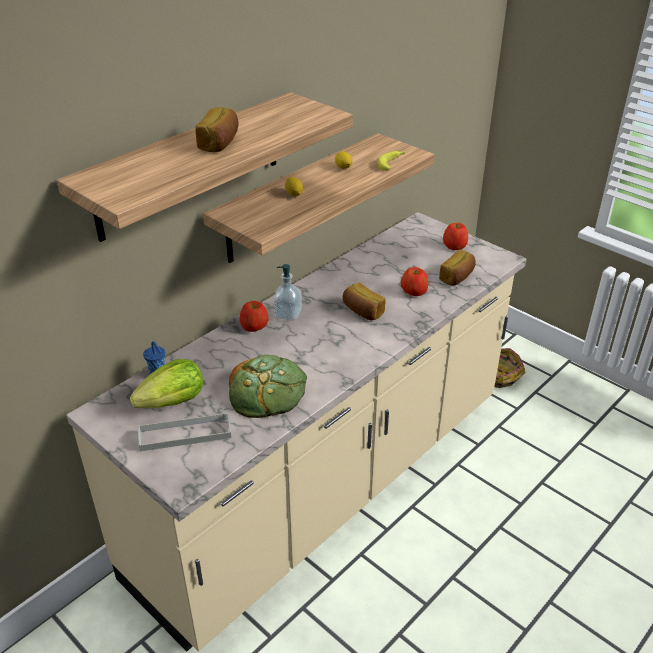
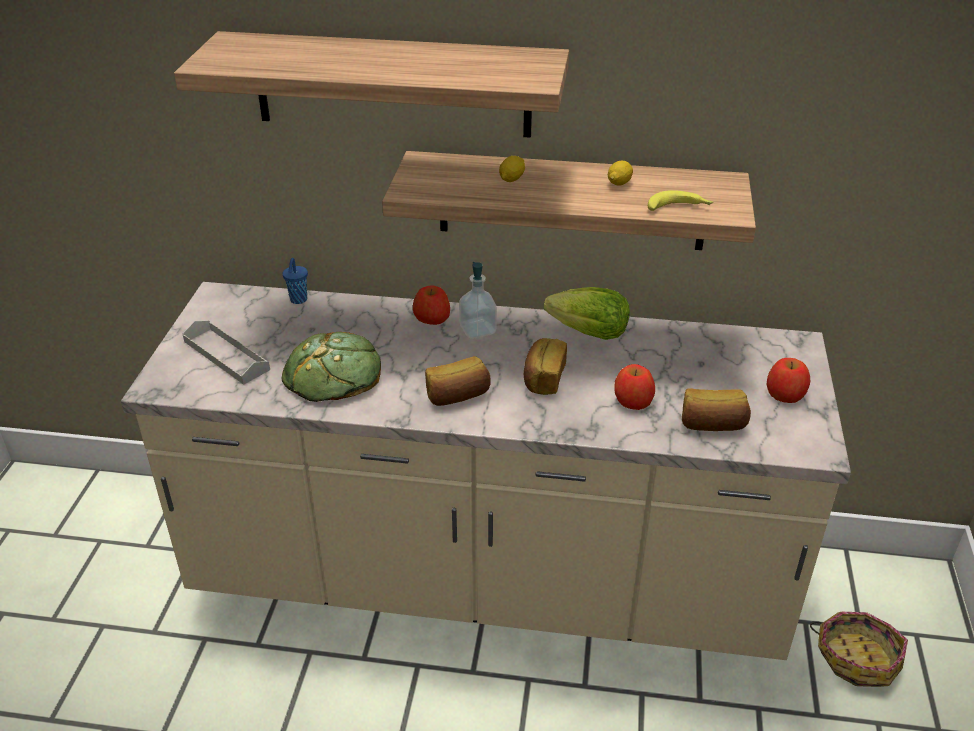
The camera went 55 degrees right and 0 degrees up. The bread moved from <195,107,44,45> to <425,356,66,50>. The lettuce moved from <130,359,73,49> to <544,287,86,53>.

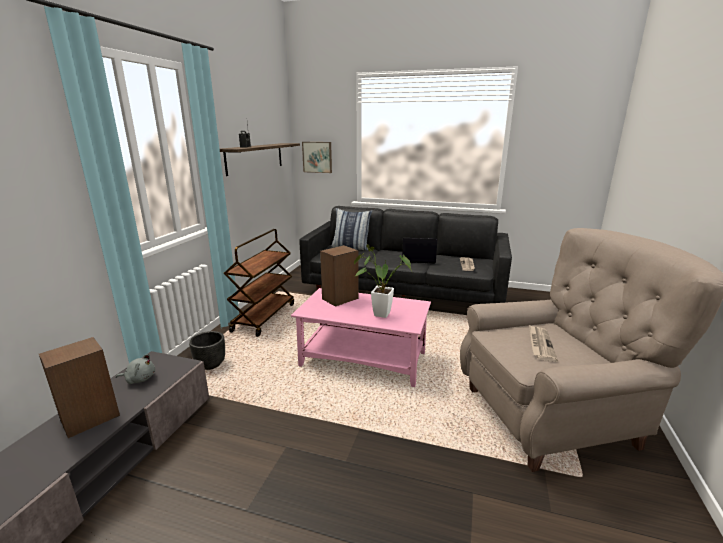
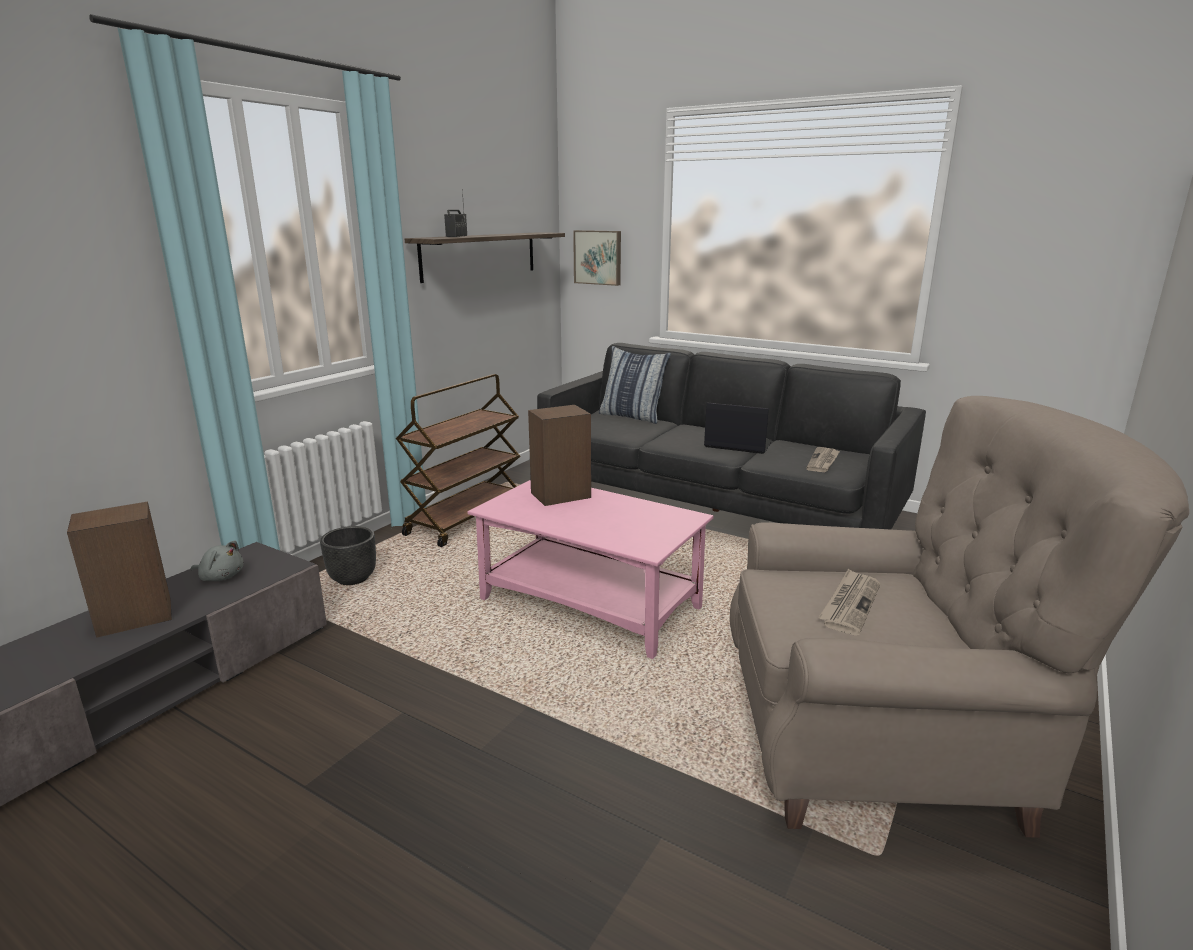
The camera went 15 degrees right and 0 degrees up. The potted plant at <354,244,58,74> disappeared.

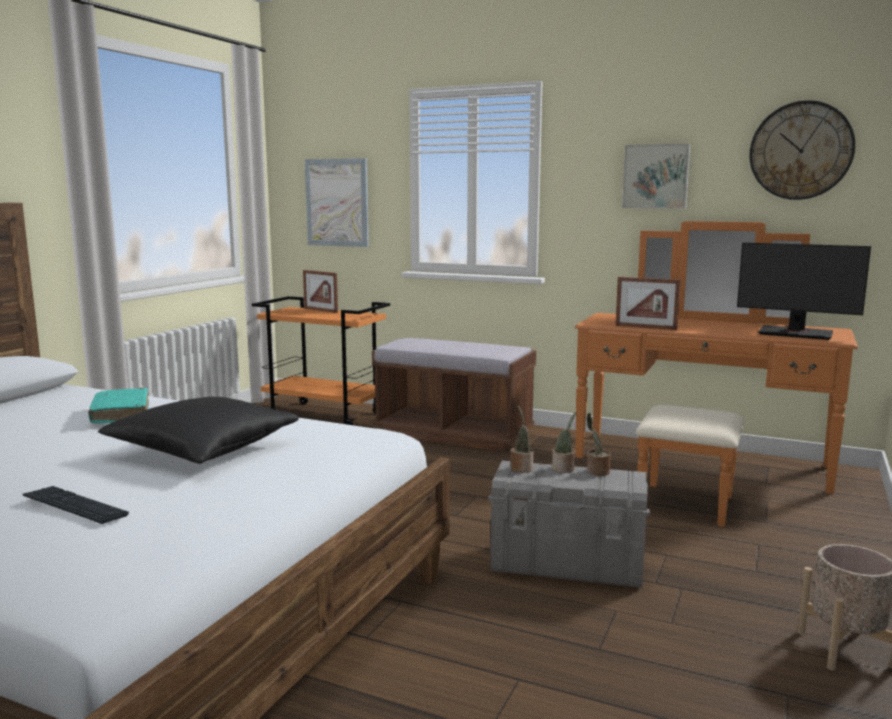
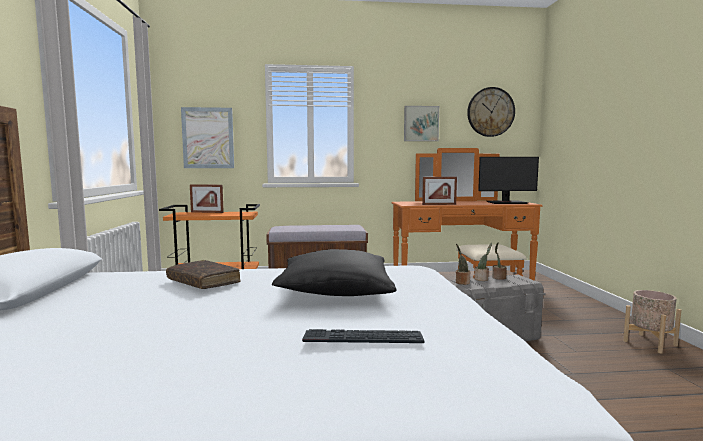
The camera went 30 degrees left and 5 degrees down. The turquoise book at <88,388,61,35> became the brown book at <166,260,75,29>.

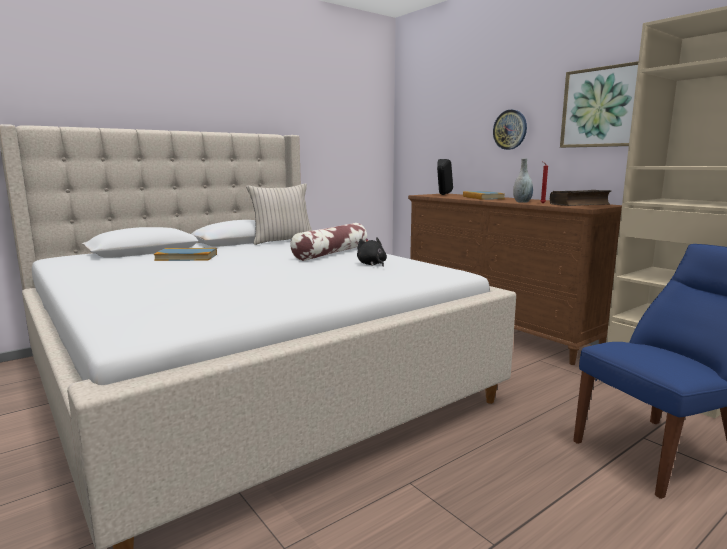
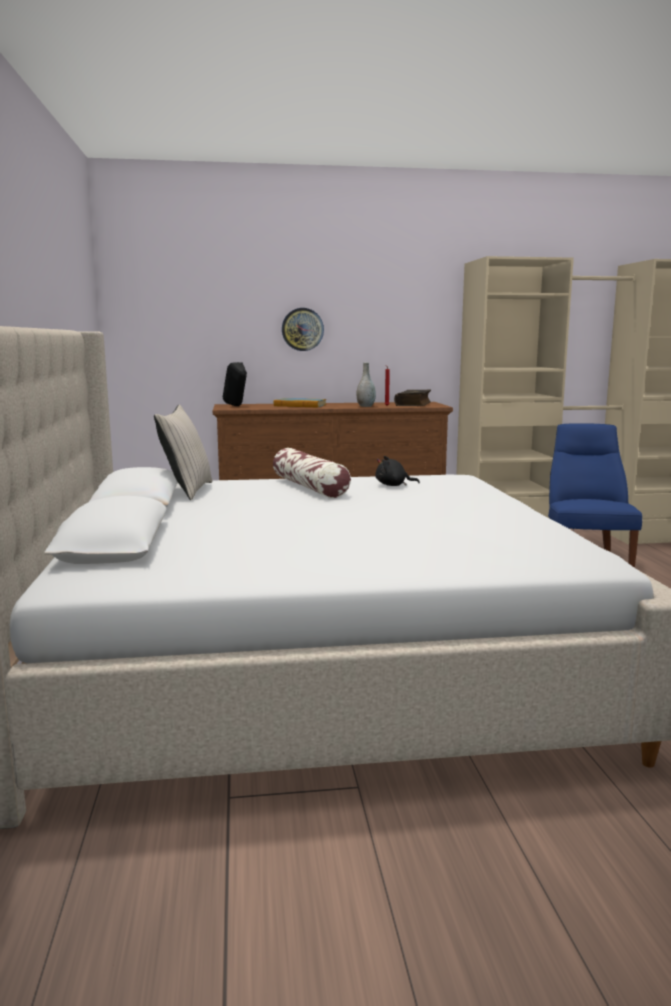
The camera went 60 degrees left and 0 degrees up. The picture at <560,61,79,87> disappeared. The book at <154,248,63,13> disappeared.

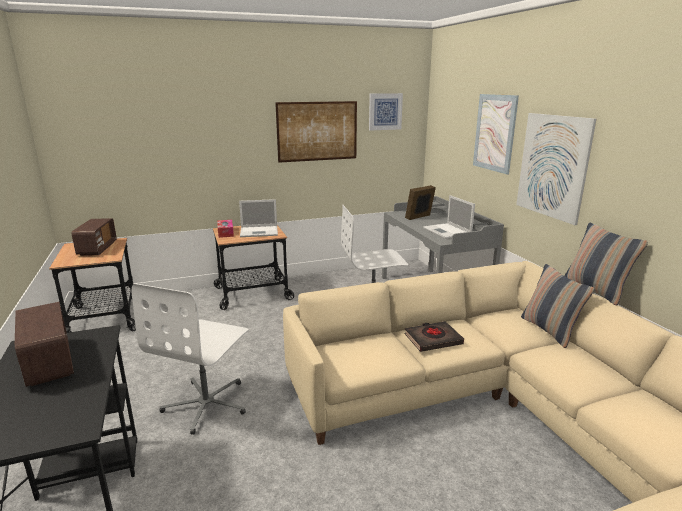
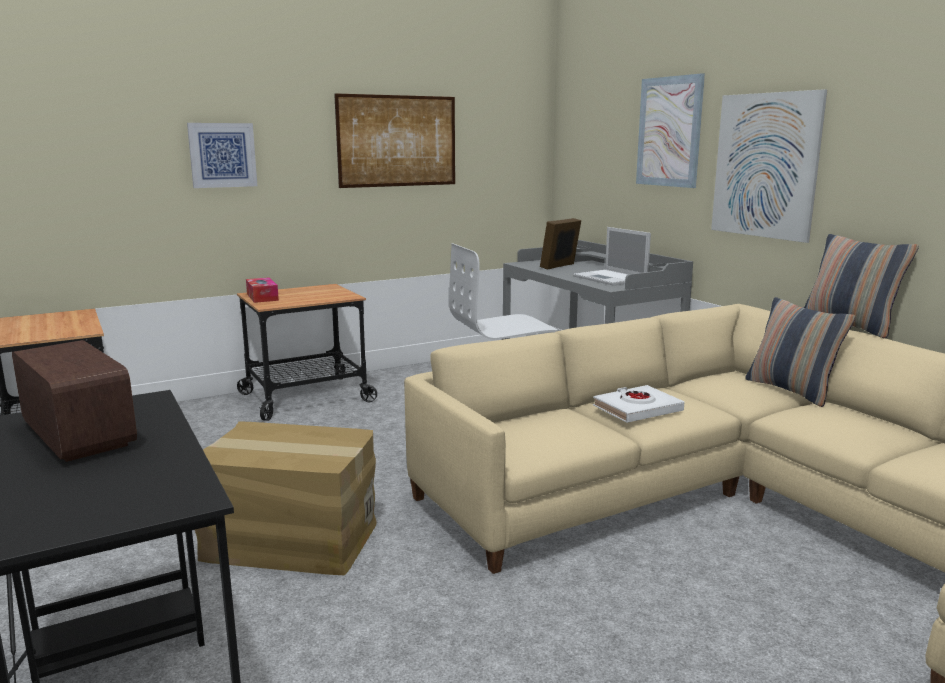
The camera went 10 degrees left and 5 degrees down. The picture moved from <369,93,34,37> to <187,123,70,65>. The laptop at <239,199,39,38> disappeared. The radio at <72,218,45,38> disappeared. The white office chair at <132,283,117,152> was replaced by the cardboard box at <195,421,181,154>. The black book at <404,321,60,31> became the white book at <593,385,91,38>.

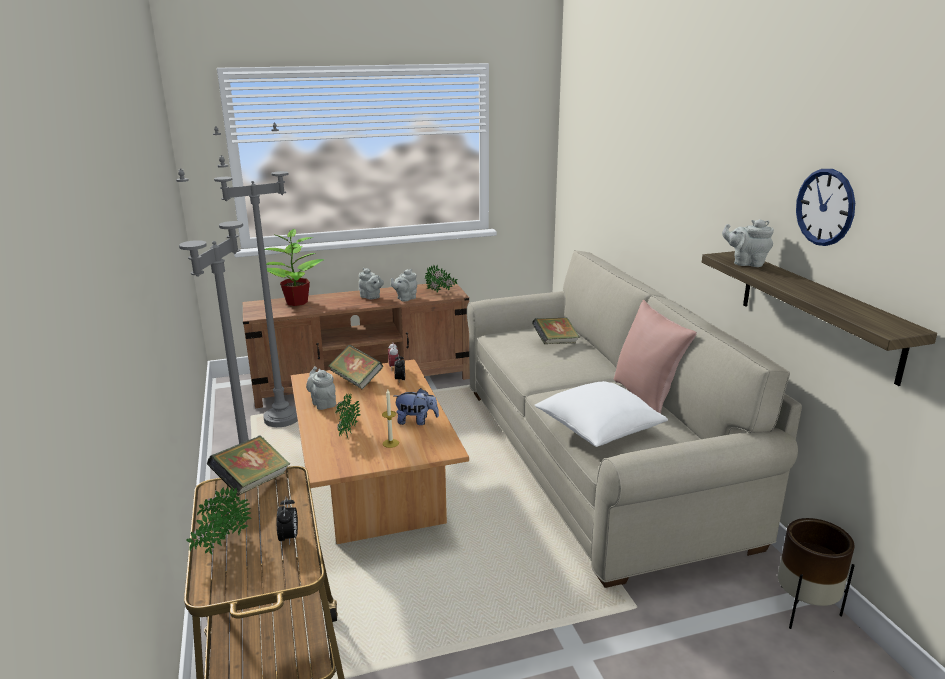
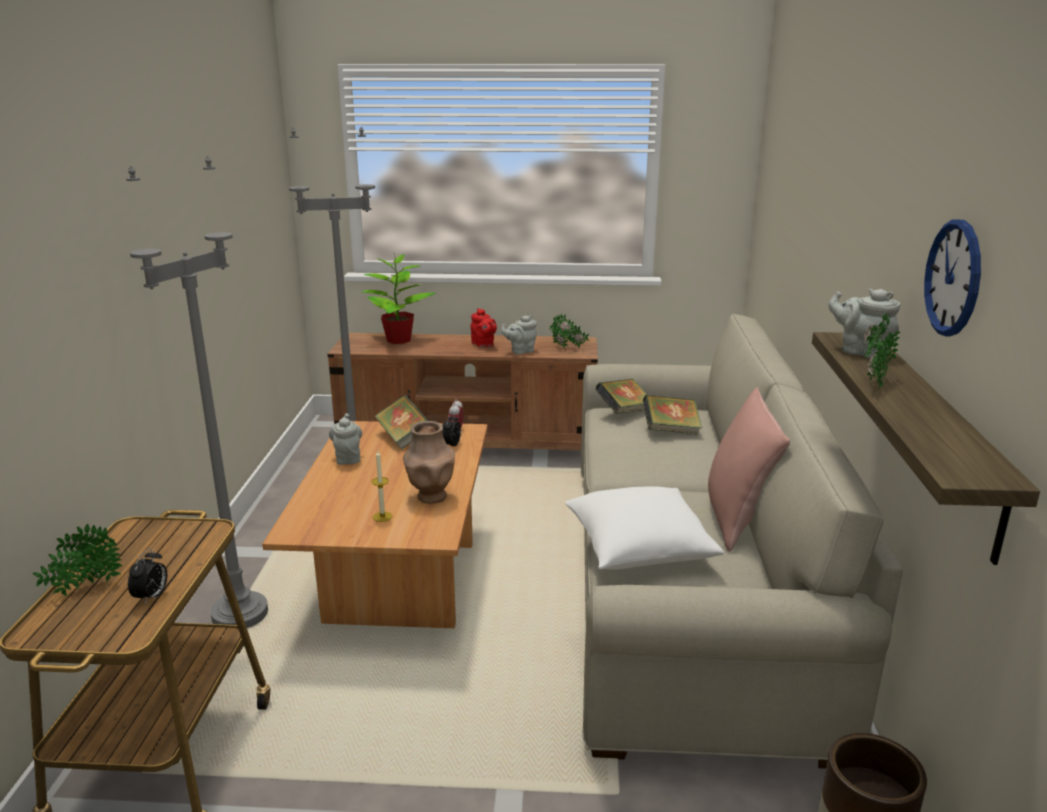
The camera went 20 degrees right and 0 degrees up. The grey teapot at <359,268,25,32> became the red teapot at <470,308,27,39>. The plush toy at <394,388,45,37> was replaced by the brown vase at <403,421,52,83>. The potted plant moved from <335,393,25,45> to <864,312,36,77>. The book moved from <207,435,83,60> to <595,379,52,35>.

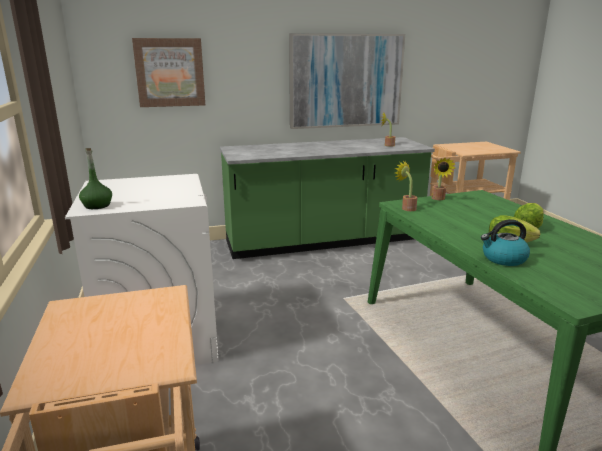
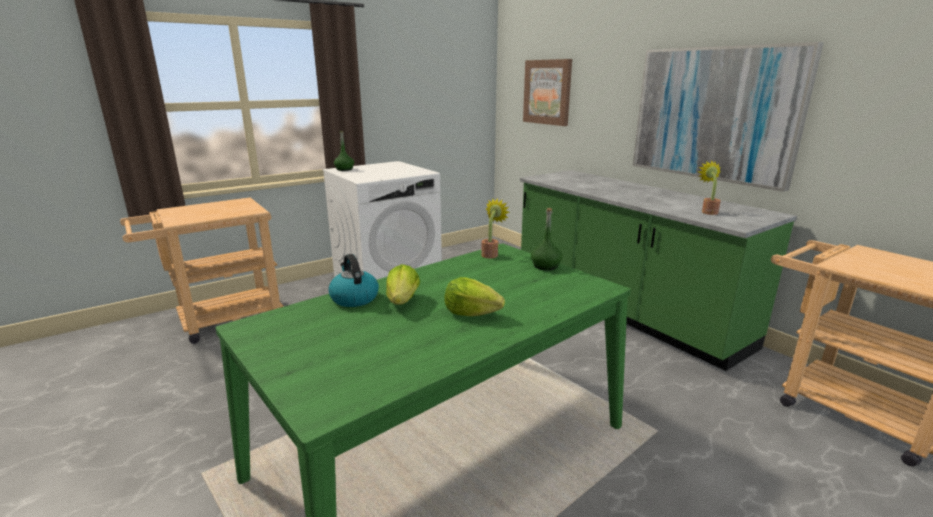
The camera went 70 degrees right and 0 degrees up. The potted plant at <431,158,24,42> was replaced by the green bottle at <531,208,31,62>.

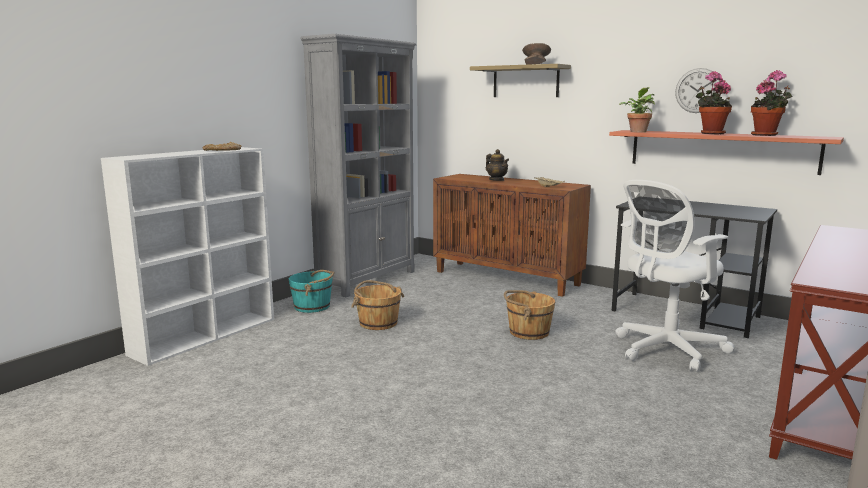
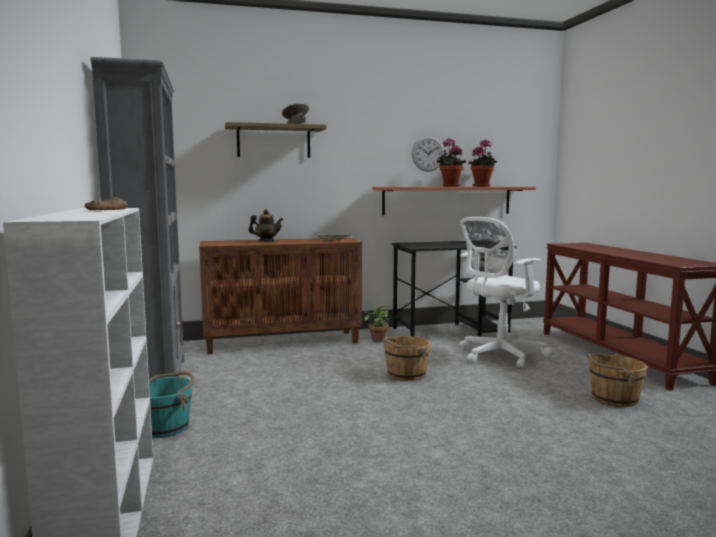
The camera went 50 degrees left and 5 degrees down. The potted plant moved from <619,87,36,45> to <364,303,27,39>. The white office chair at <616,180,118,192> turned 45 degrees clockwise. The brown bucket moved from <351,280,53,50> to <587,353,60,54>.

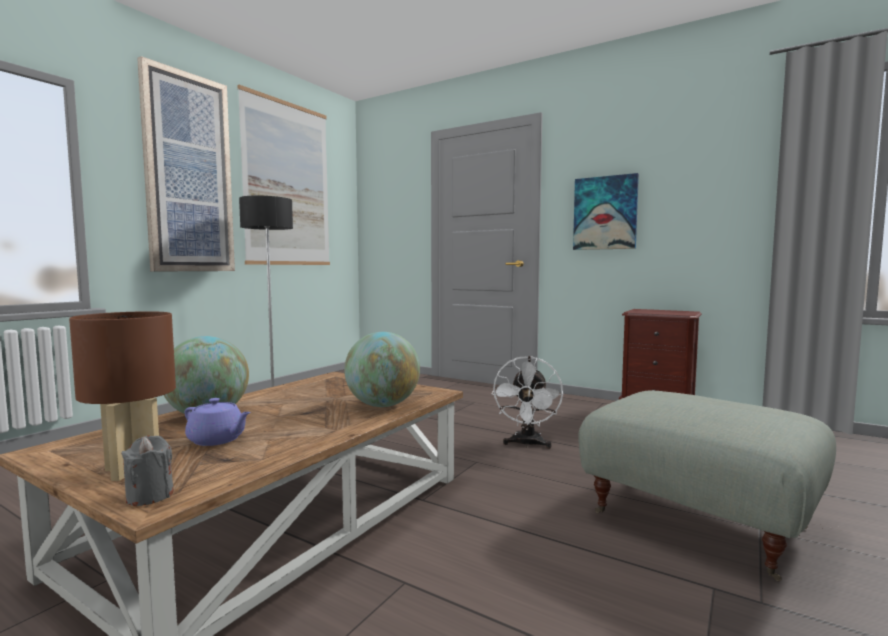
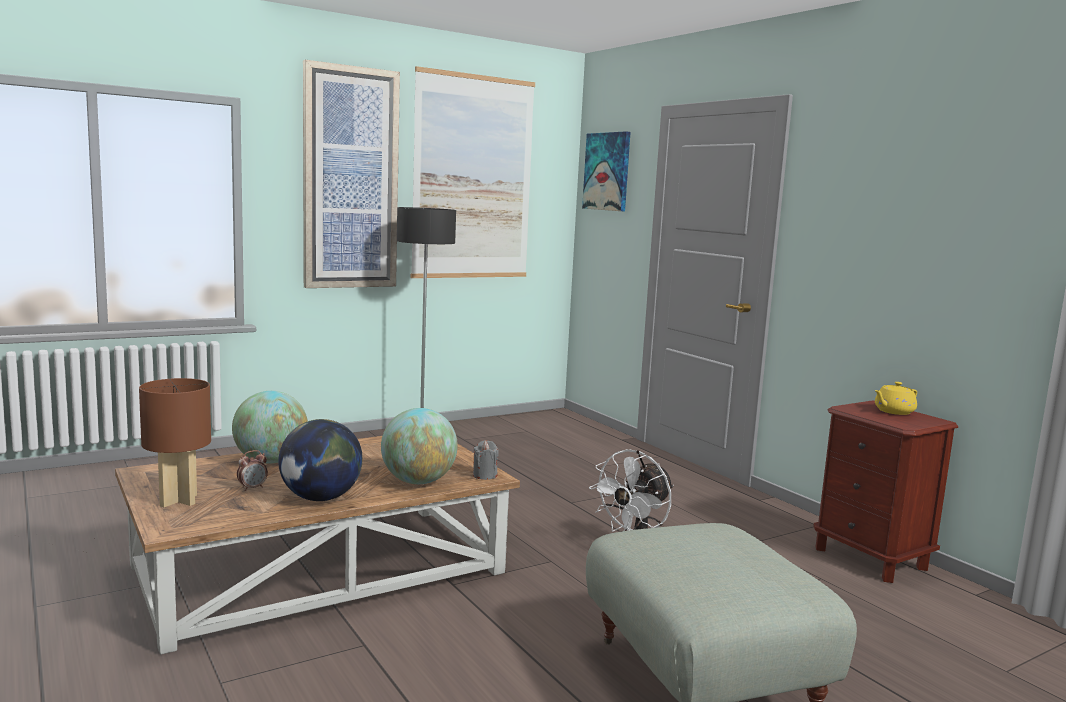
The camera went 25 degrees right and 5 degrees up. The picture moved from <573,173,66,77> to <582,131,49,80>. The purple teapot at <185,398,66,48> was replaced by the alarm clock at <237,450,31,41>. The grey candle moved from <121,436,53,70> to <473,440,26,40>. The yellow teapot at <875,382,42,33> appeared. The globe at <278,419,85,82> appeared.

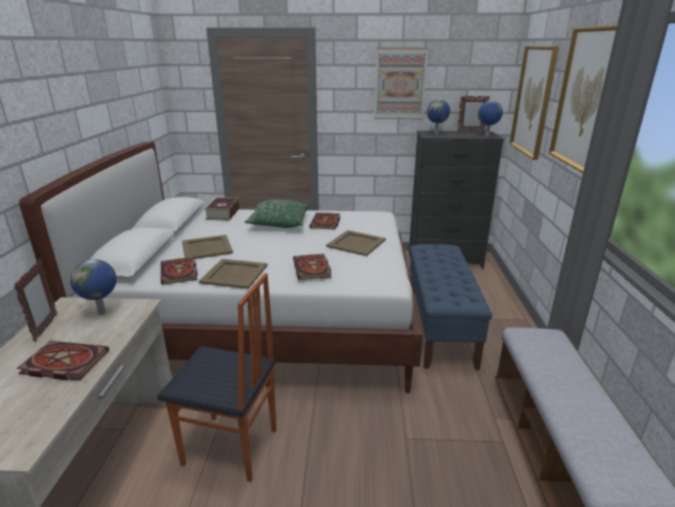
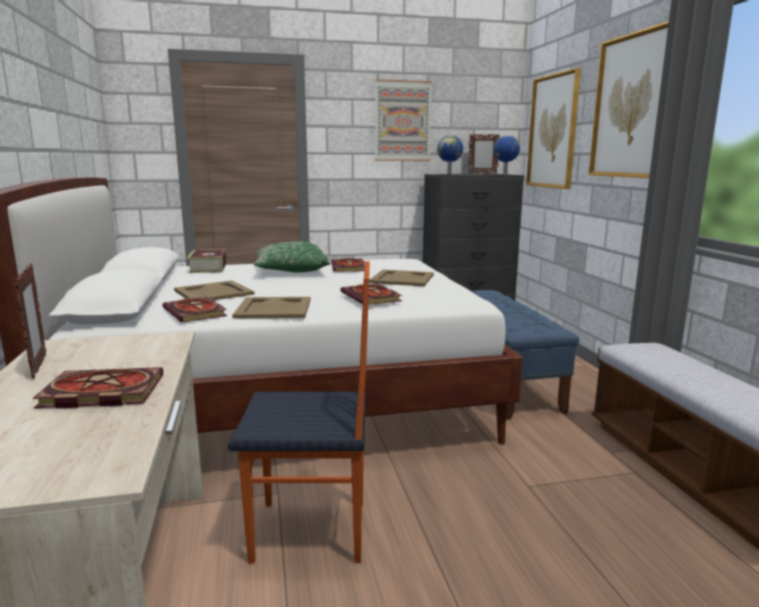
The camera went 15 degrees left and 10 degrees down. The globe at <70,259,47,56> disappeared.

